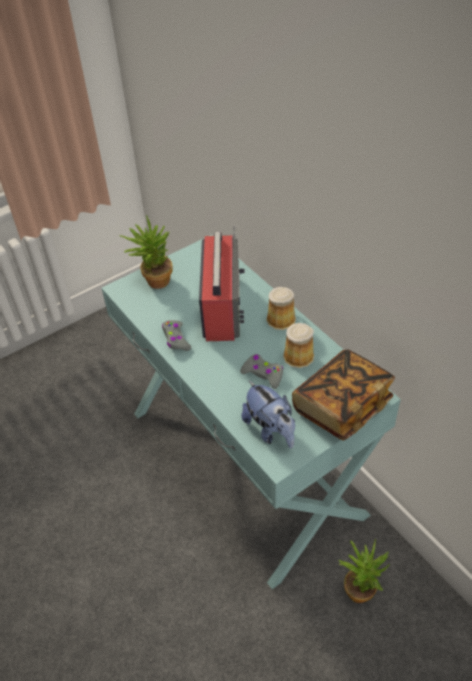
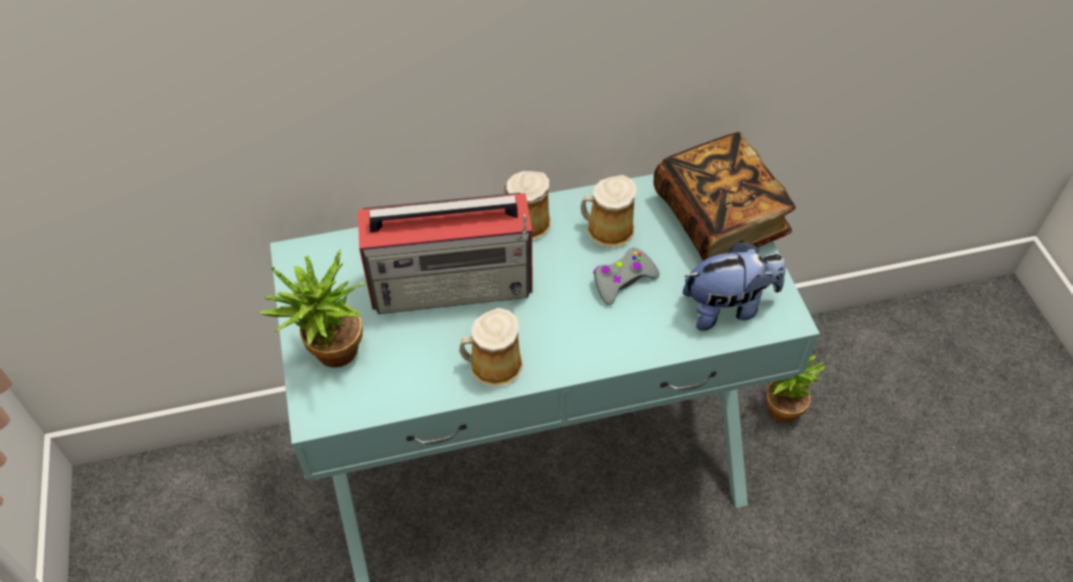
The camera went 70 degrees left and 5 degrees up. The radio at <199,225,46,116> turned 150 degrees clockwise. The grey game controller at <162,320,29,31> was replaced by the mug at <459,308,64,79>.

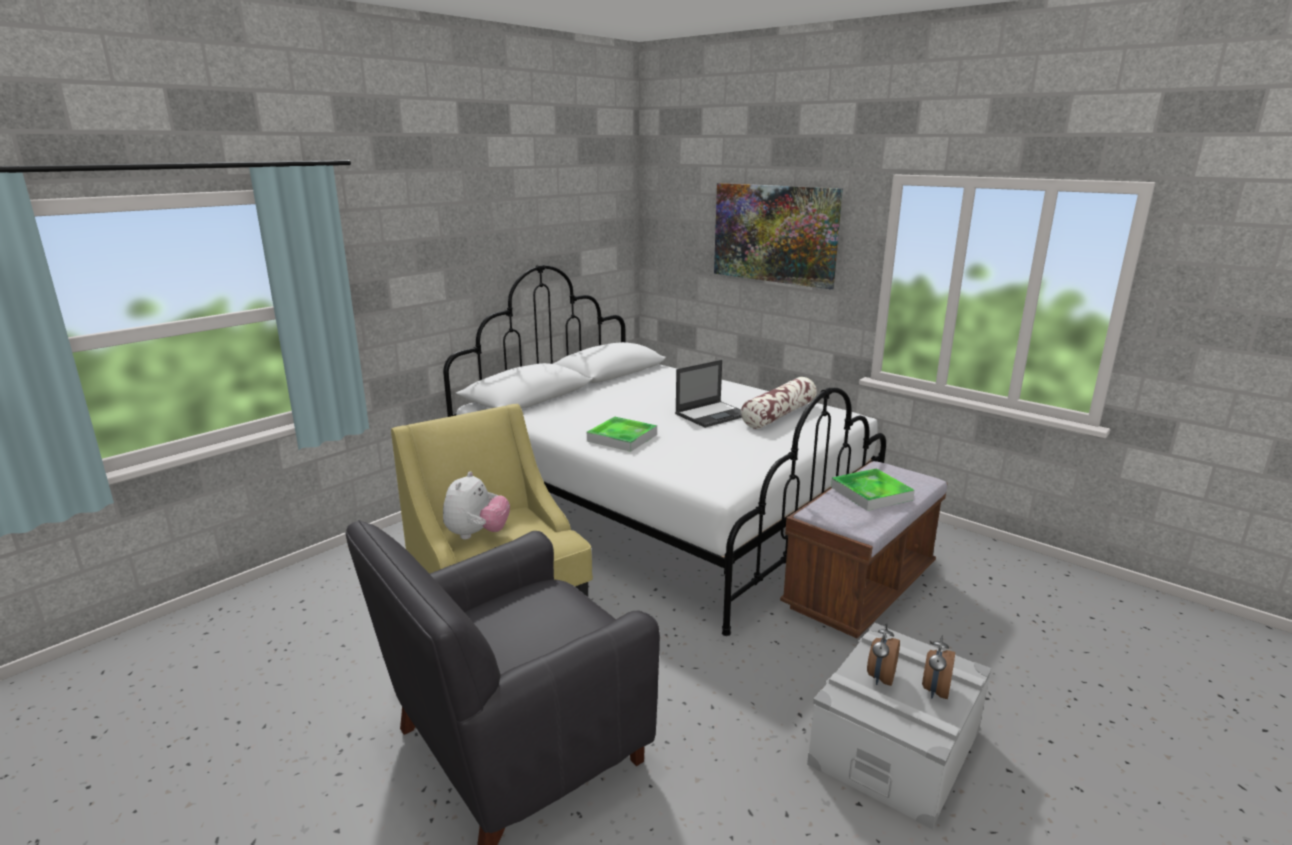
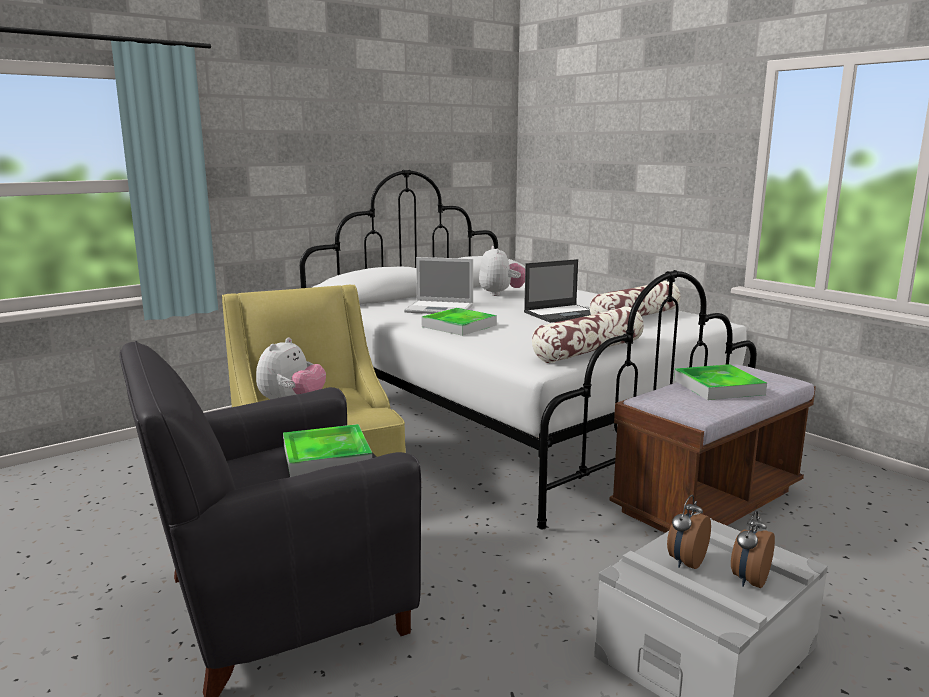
The camera went 10 degrees right and 5 degrees down. The picture at <714,183,129,107> disappeared. The plush toy at <479,246,46,50> appeared. The laptop at <404,257,69,57> appeared. The pillow at <532,307,112,56> appeared. The tray at <283,424,89,53> appeared.

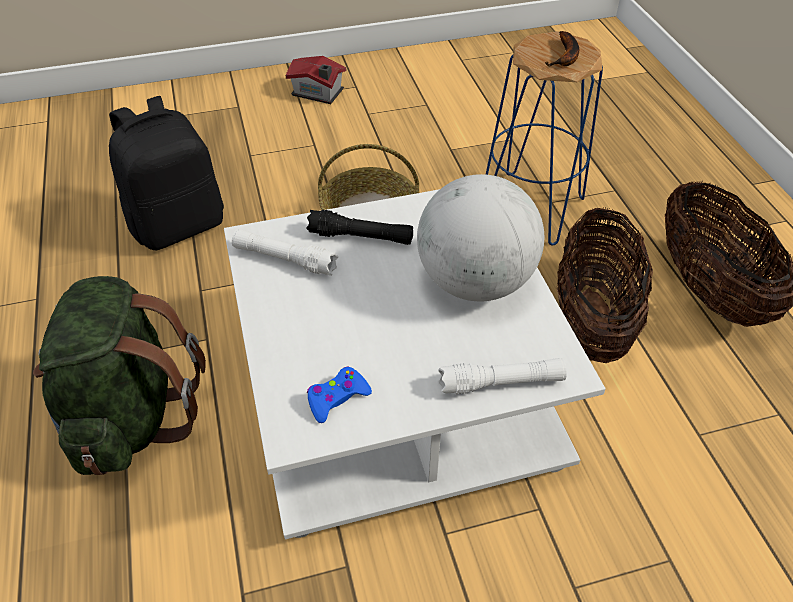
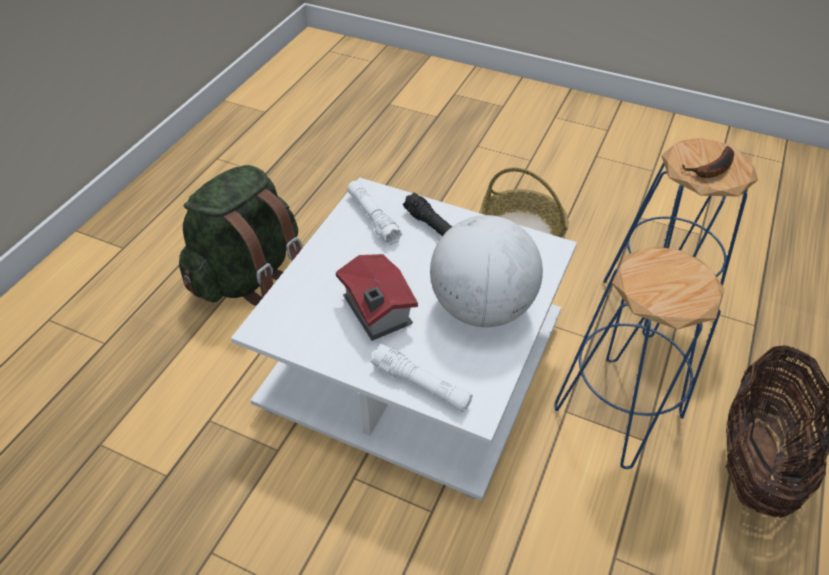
The camera went 40 degrees right and 0 degrees up. The toy house moved from <286,56,60,48> to <336,254,82,87>. The black backpack at <109,96,115,154> disappeared. The basket at <557,207,96,156> was replaced by the blue stool at <554,247,171,222>. The blue game controller at <307,367,65,56> disappeared.

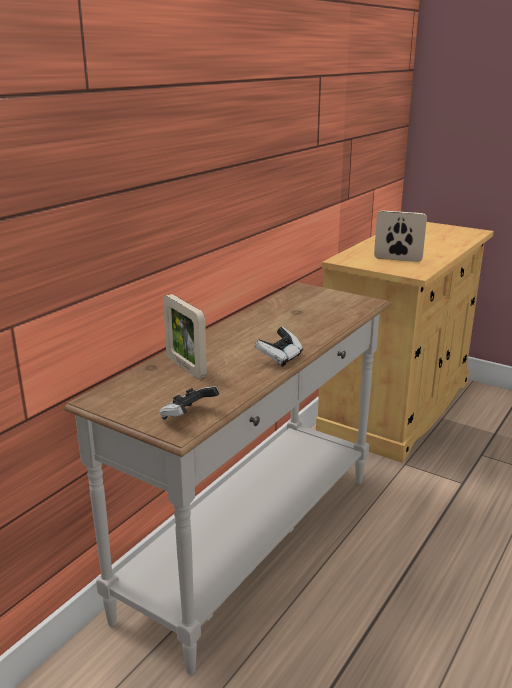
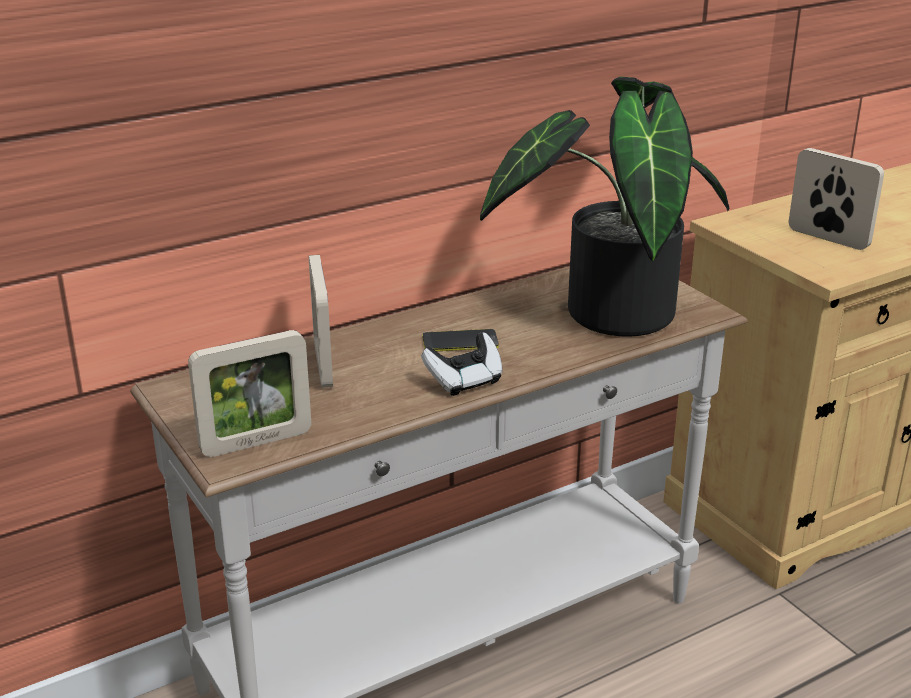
The camera went 25 degrees right and 5 degrees up. The game controller at <159,386,61,33> was replaced by the picture frame at <188,330,123,127>. The potted plant at <480,77,249,260> appeared. The phone at <423,329,76,22> appeared.

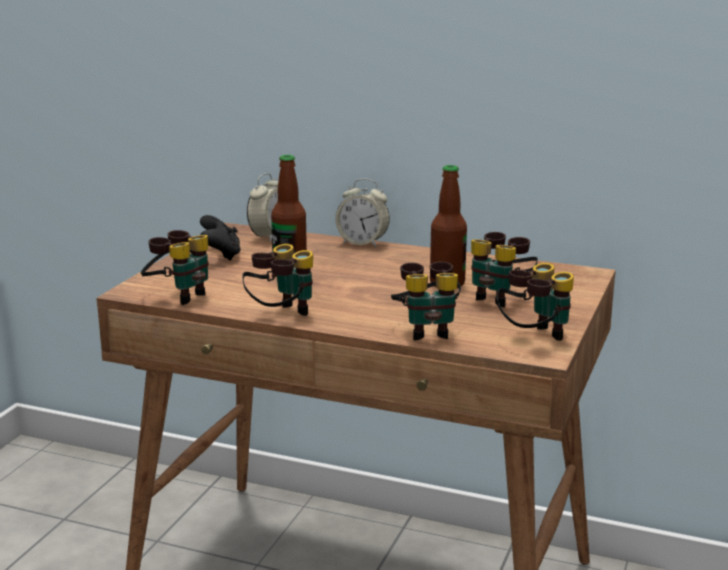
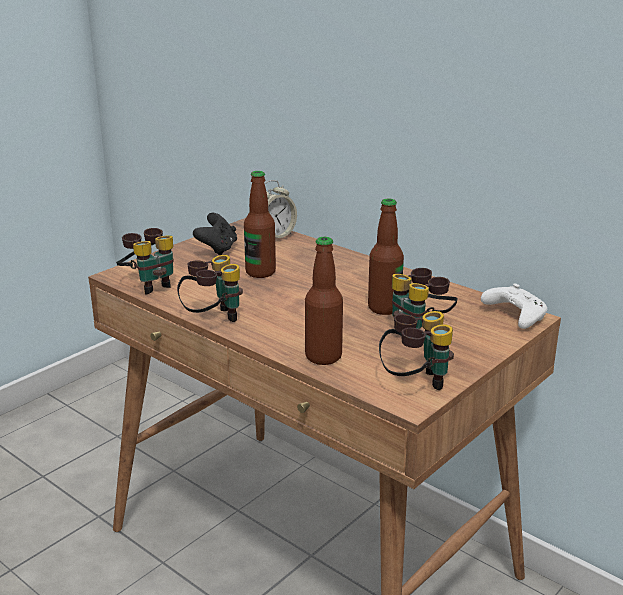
The camera went 20 degrees right and 5 degrees up. The alarm clock at <335,178,55,69> disappeared. The binoculars at <391,261,70,80> was replaced by the bottle at <305,237,38,128>. The white game controller at <481,283,66,46> appeared.

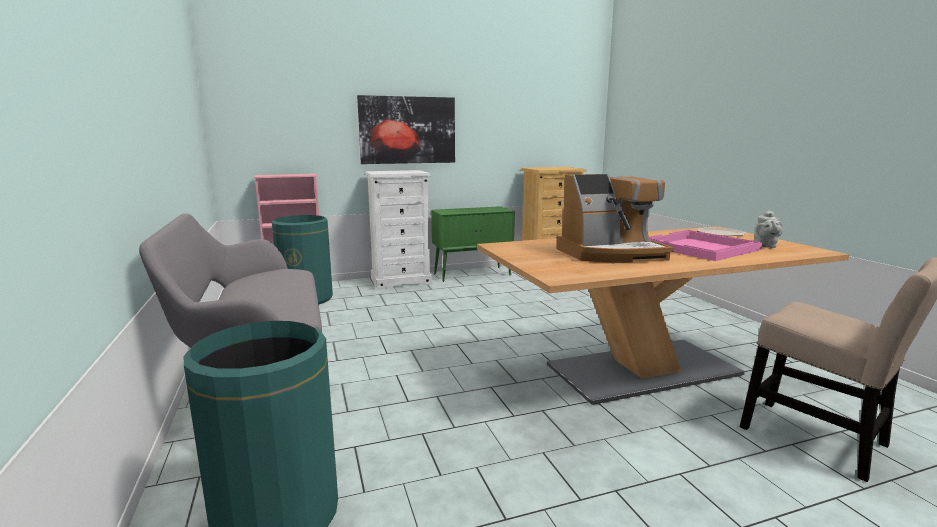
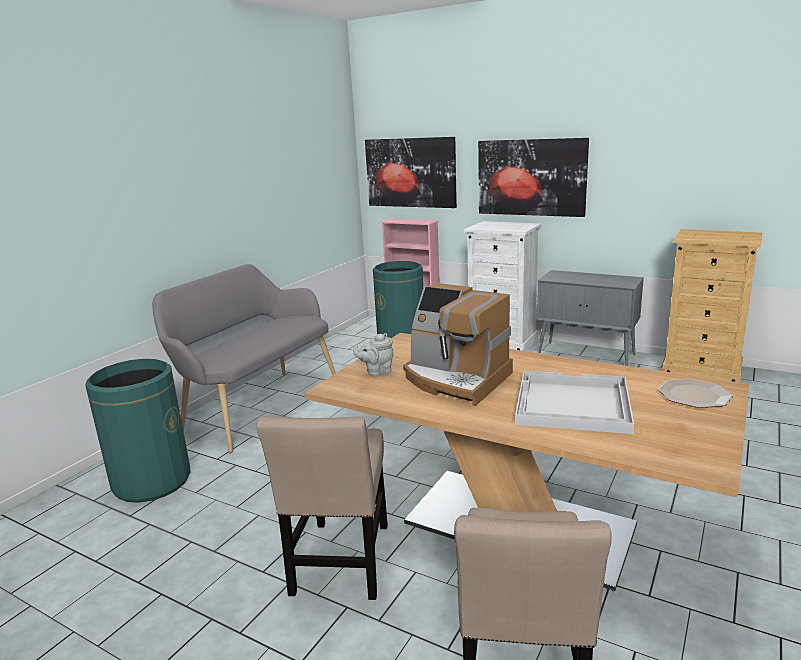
The camera went 50 degrees right and 5 degrees up. The green cabinet at <431,206,84,76> became the grey cabinet at <537,270,107,96>. The grey teapot moved from <754,211,30,37> to <353,333,40,43>. The pink tray at <649,230,113,31> became the white tray at <515,371,119,63>. The picture at <365,137,92,71> appeared. The beige chair at <256,416,132,184> appeared.

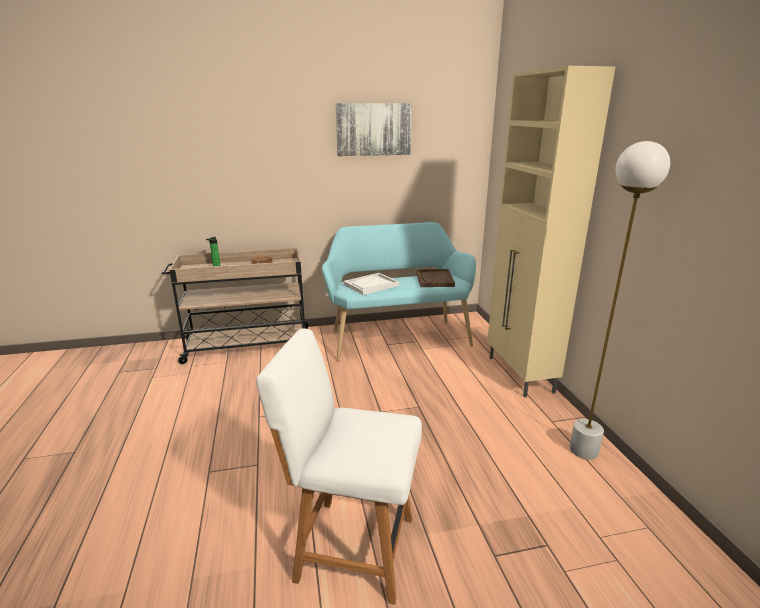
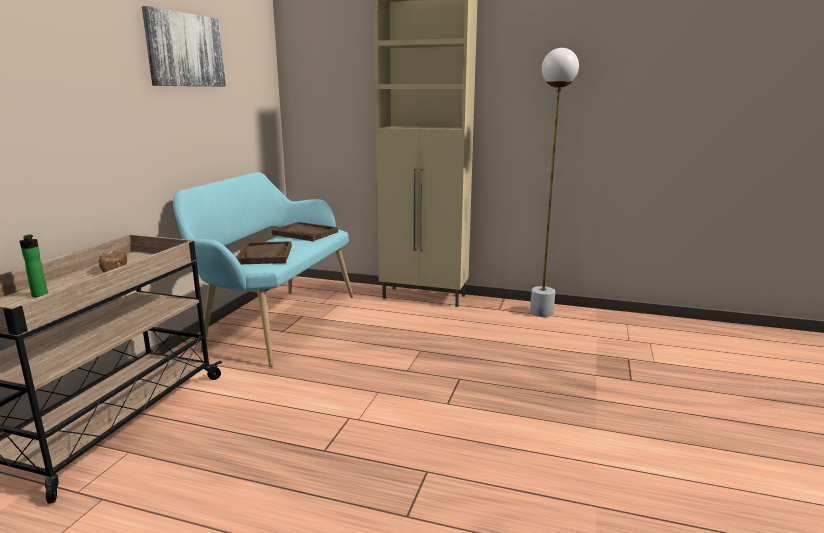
The camera went 60 degrees left and 5 degrees down. The white tray at <344,273,55,22> became the brown tray at <236,241,56,23>. The white chair at <256,328,166,277> disappeared.

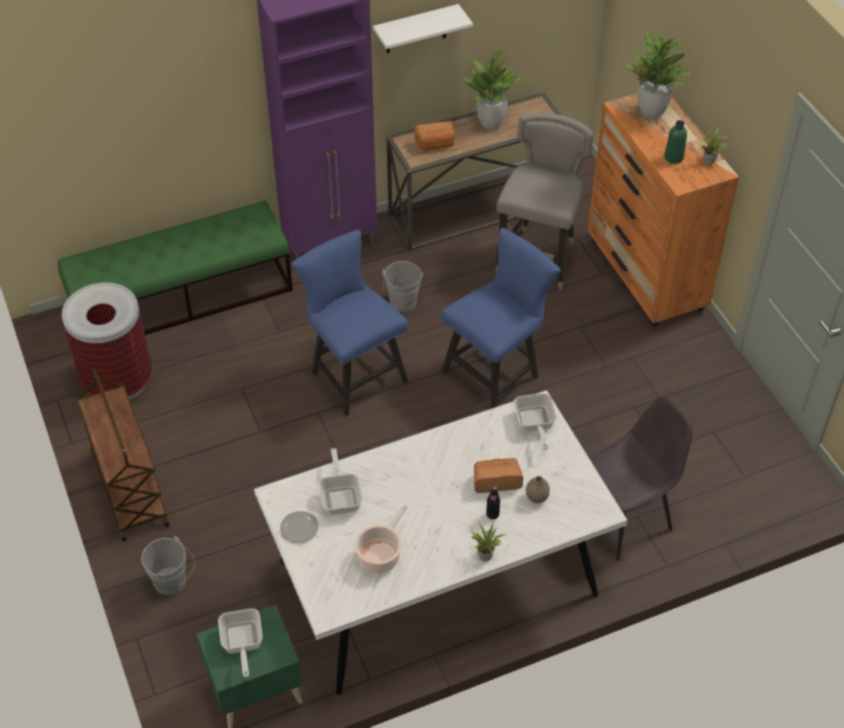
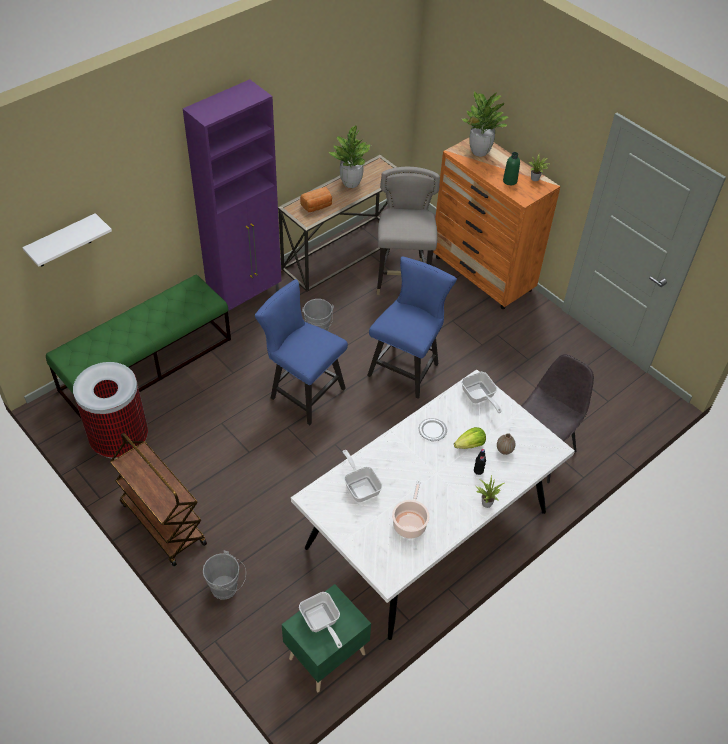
The camera went 20 degrees left and 0 degrees up. The white shelf moved from <373,4,100,49> to <22,213,90,54>. The bread at <474,458,49,35> was replaced by the lettuce at <454,427,32,22>. The plate moved from <280,511,39,32> to <419,418,28,23>.

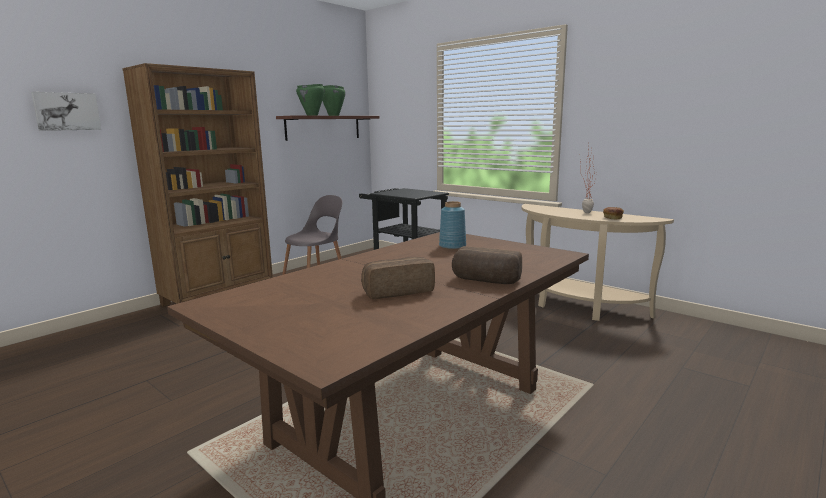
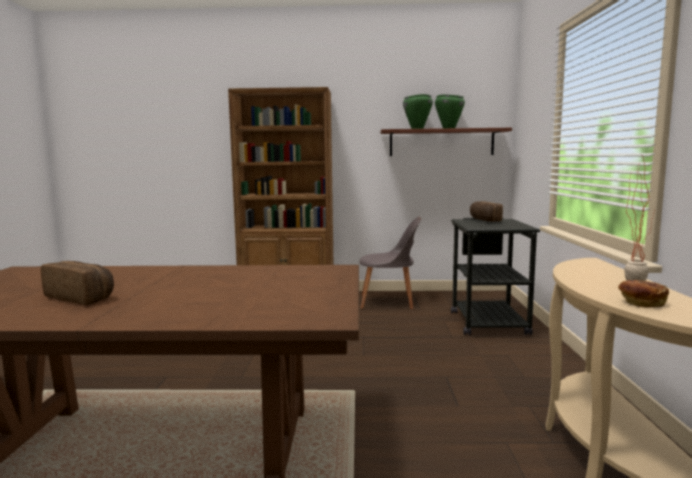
The camera went 50 degrees right and 5 degrees down. The picture at <31,92,71,39> disappeared. The blue vase at <439,201,27,49> disappeared. The bread moved from <452,246,70,38> to <470,201,33,21>.

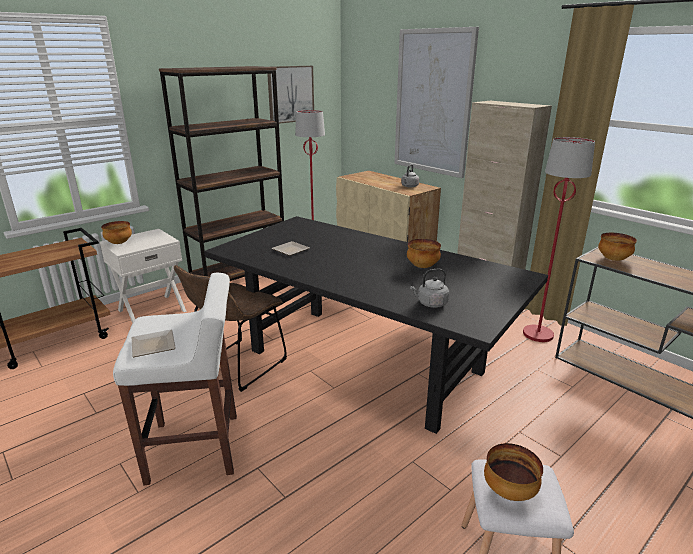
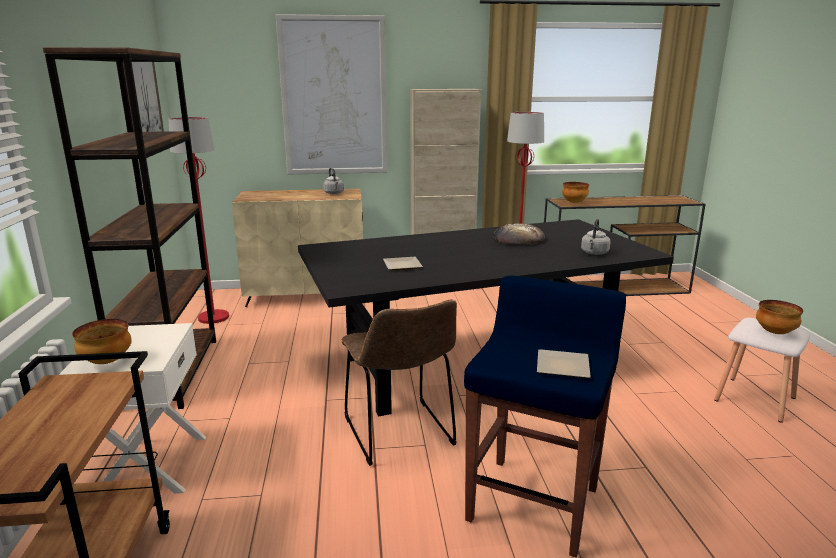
The camera went 55 degrees left and 5 degrees down. The bowl at <407,239,34,29> was replaced by the bread at <493,223,52,22>. The white stool at <113,273,124,212> became the blue stool at <464,276,162,282>.

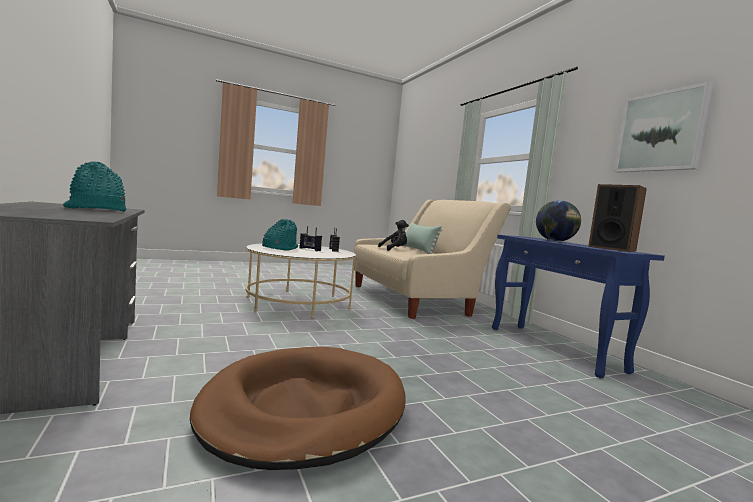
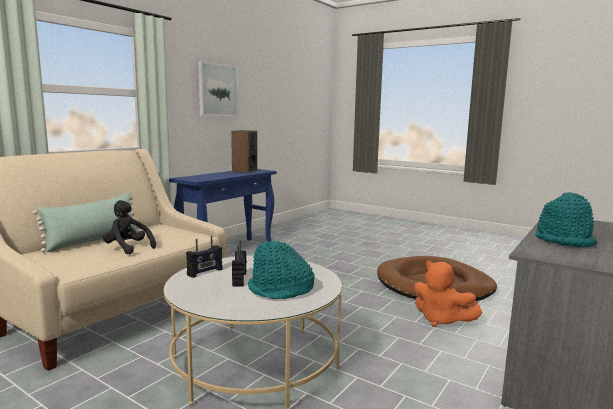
The camera went 120 degrees left and 5 degrees up. The globe at <536,200,45,42> disappeared. The orange plush toy at <414,260,68,67> appeared.

